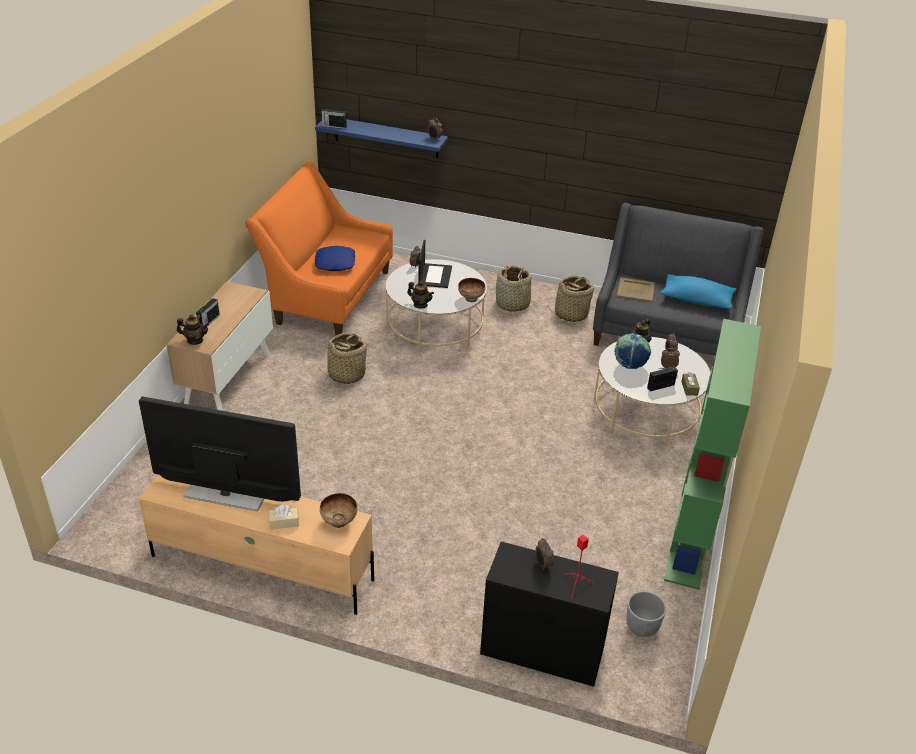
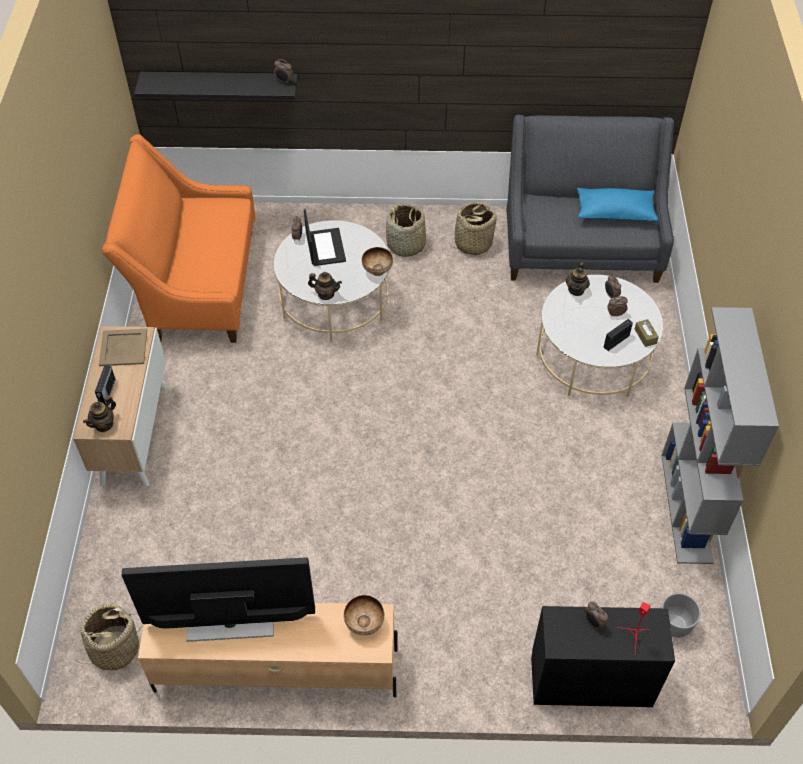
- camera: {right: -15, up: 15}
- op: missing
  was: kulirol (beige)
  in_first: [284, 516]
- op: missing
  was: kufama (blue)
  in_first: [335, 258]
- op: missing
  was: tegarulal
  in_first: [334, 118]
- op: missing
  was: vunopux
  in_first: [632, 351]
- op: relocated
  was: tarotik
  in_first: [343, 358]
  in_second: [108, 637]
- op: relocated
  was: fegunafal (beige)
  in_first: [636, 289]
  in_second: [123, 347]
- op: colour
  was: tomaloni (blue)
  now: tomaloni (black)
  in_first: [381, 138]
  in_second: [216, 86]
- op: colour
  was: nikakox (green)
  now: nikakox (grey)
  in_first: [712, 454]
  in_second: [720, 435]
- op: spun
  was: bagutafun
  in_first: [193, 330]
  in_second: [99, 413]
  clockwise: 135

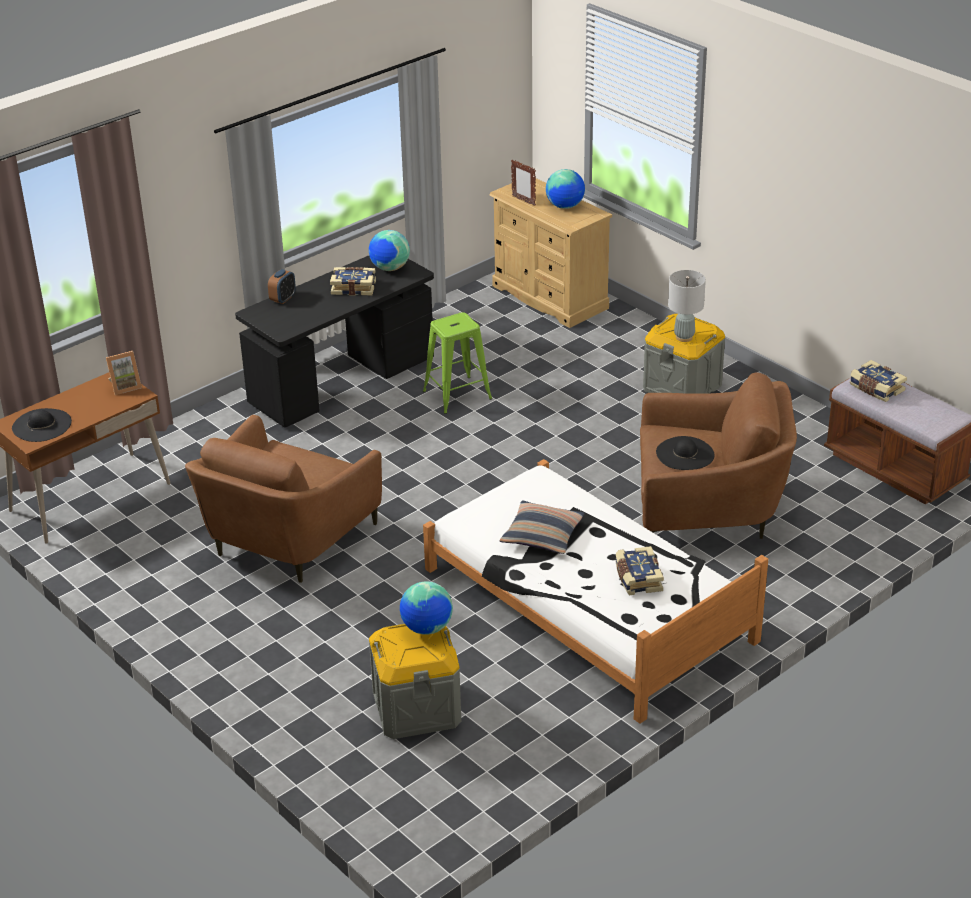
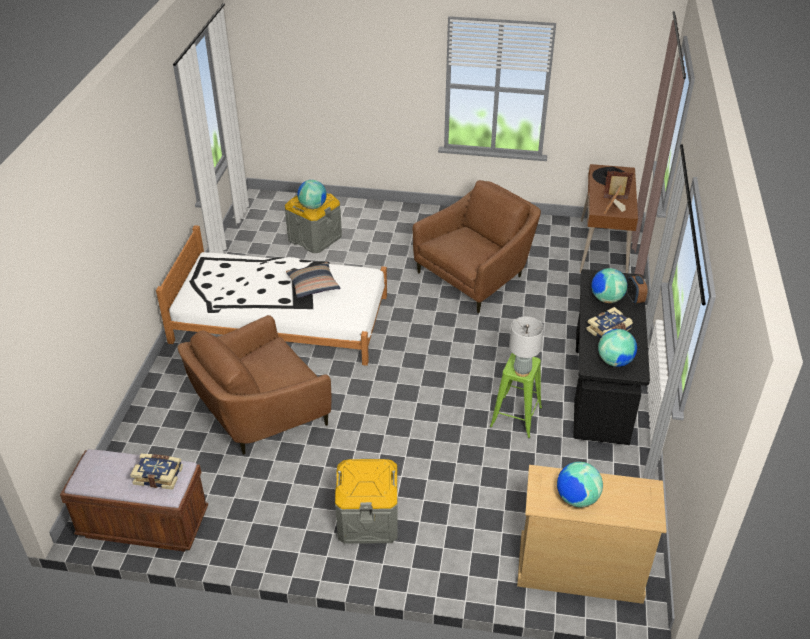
- camera: {right: 140, up: 5}
- op: missing
  was: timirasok
  in_first: [639, 570]
- op: missing
  was: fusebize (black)
  in_first: [685, 453]
- op: appeared
  now: vunopux
  in_second: [609, 285]
- op: relocated
  was: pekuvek
  in_first: [523, 183]
  in_second: [618, 185]
- op: relocated
  was: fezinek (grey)
  in_first: [687, 306]
  in_second: [526, 347]
- op: spun
  was: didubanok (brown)
  in_first: [283, 499]
  in_second: [477, 246]
  clockwise: 60

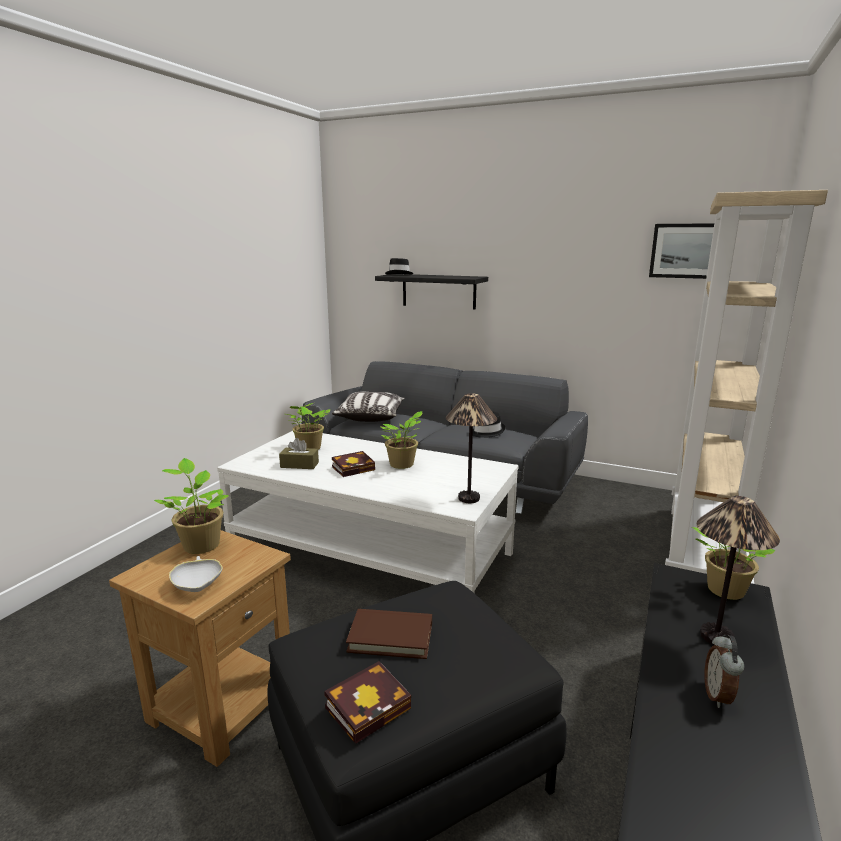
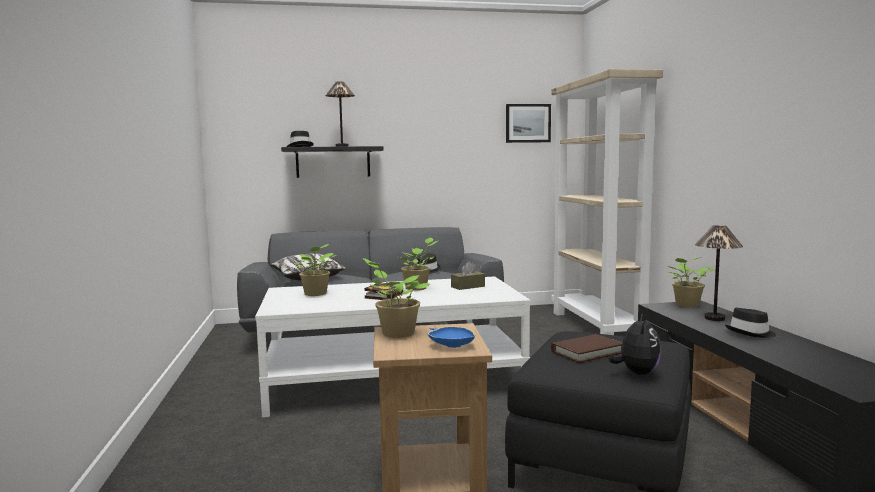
- camera: {right: -35, up: -10}
- op: relocated
  was: kulirol (brown)
  in_first: [299, 453]
  in_second: [468, 275]
- op: relocated
  was: fezinek
  in_first: [471, 448]
  in_second: [340, 114]
- op: exchanged
  was: timirasok
  now: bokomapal
  in_first: [368, 702]
  in_second: [635, 344]
- op: exchanged
  was: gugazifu
  now: fusebize (black)
  in_first: [724, 671]
  in_second: [750, 323]
- op: colour
  was: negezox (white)
  now: negezox (blue)
  in_first: [196, 574]
  in_second: [451, 337]

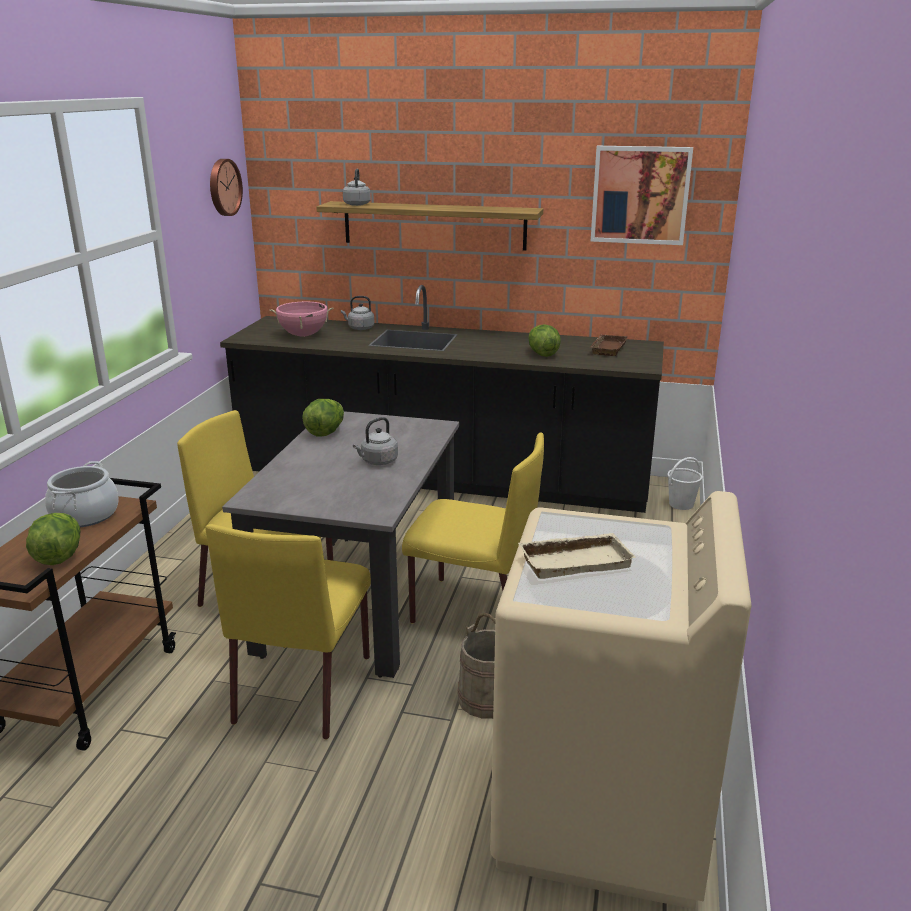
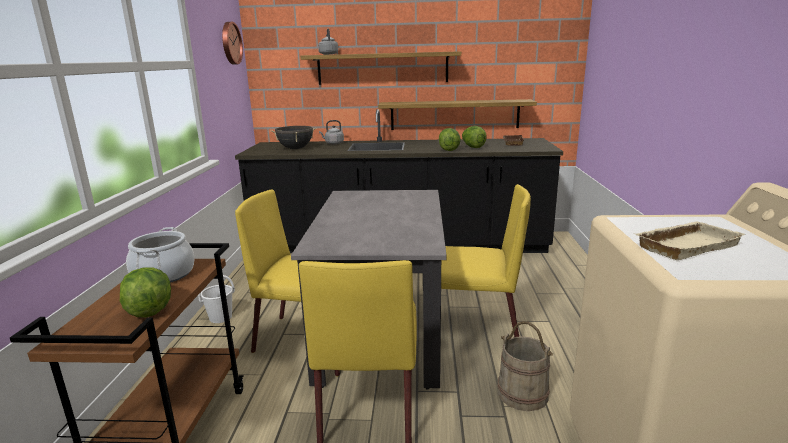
- camera: {right: -10, up: -5}
- op: missing
  was: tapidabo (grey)
  in_first: [375, 441]
- op: missing
  was: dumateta
  in_first: [642, 195]
- op: appeared
  now: tomaloni
  in_second: [457, 114]
- op: relocated
  was: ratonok
  in_first: [323, 417]
  in_second: [450, 139]
- op: relocated
  was: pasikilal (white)
  in_first: [684, 483]
  in_second: [216, 299]
- op: colour
  was: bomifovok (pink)
  now: bomifovok (black)
  in_first: [302, 318]
  in_second: [294, 137]

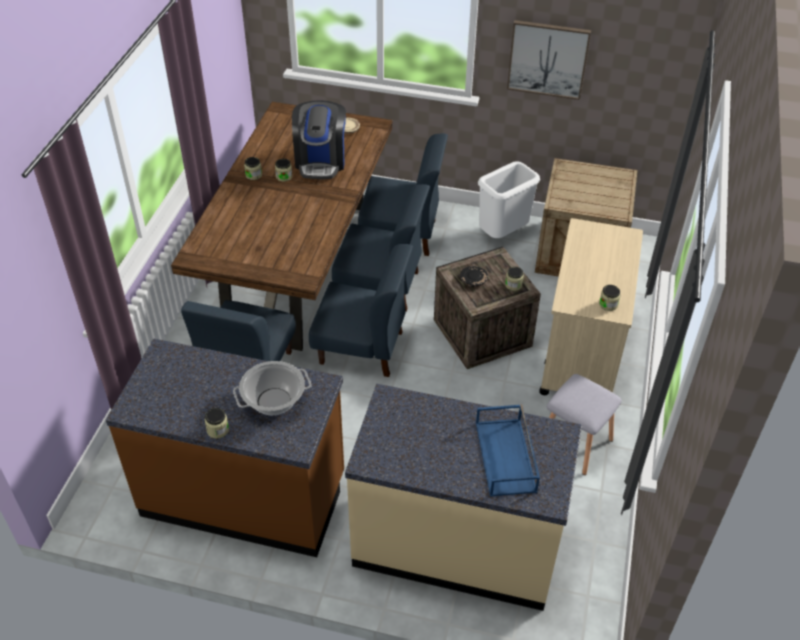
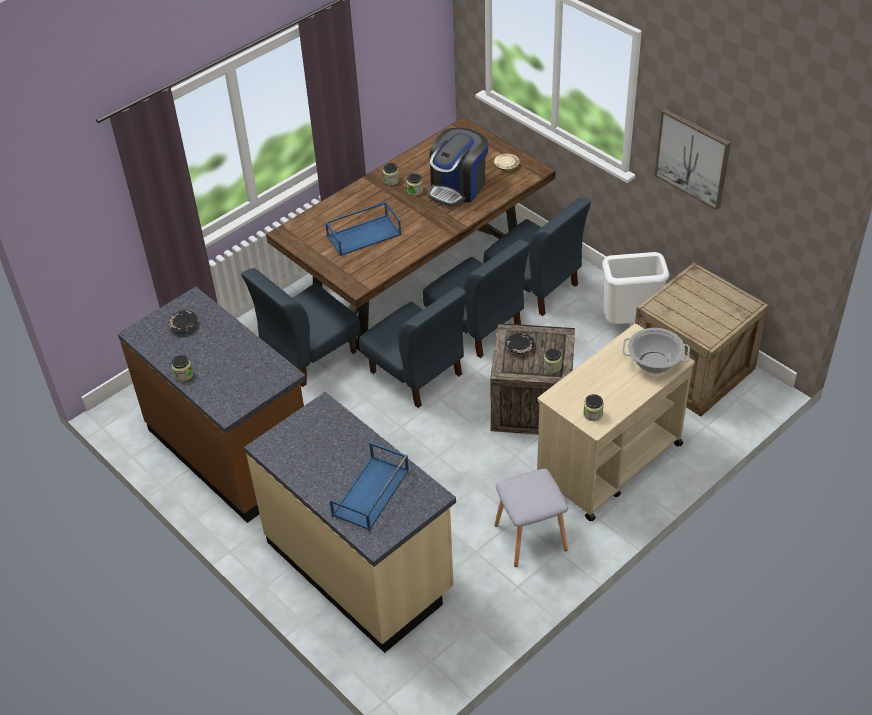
- camera: {right: 35, up: 0}
- op: appeared
  now: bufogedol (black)
  in_second: [182, 321]
- op: appeared
  now: fegunafal (blue)
  in_second: [363, 228]
- op: relocated
  was: bomifovok
  in_first: [272, 388]
  in_second: [656, 351]

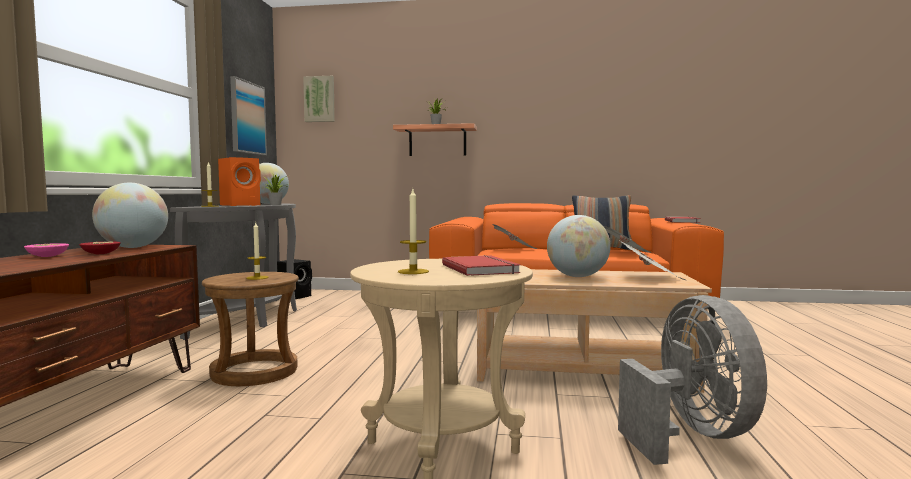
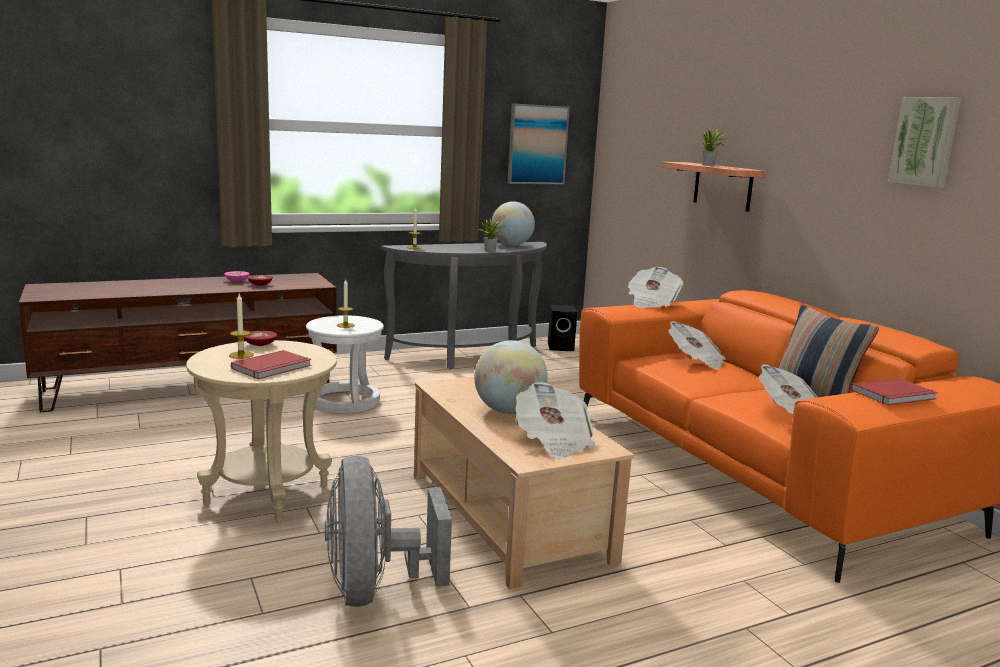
- camera: {right: 55, up: 10}
- op: missing
  was: vunopux
  in_first: [130, 215]
- op: missing
  was: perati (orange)
  in_first: [239, 181]
- op: appeared
  now: negezox (red)
  in_second: [260, 338]
- op: appeared
  now: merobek
  in_second: [656, 287]
- op: relocated
  was: dumateta
  in_first: [319, 99]
  in_second: [924, 142]
- op: colour
  was: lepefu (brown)
  now: lepefu (white)
  in_first: [250, 329]
  in_second: [345, 364]
- op: spun
  was: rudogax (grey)
  in_first: [692, 380]
  in_second: [388, 531]
  clockwise: 120

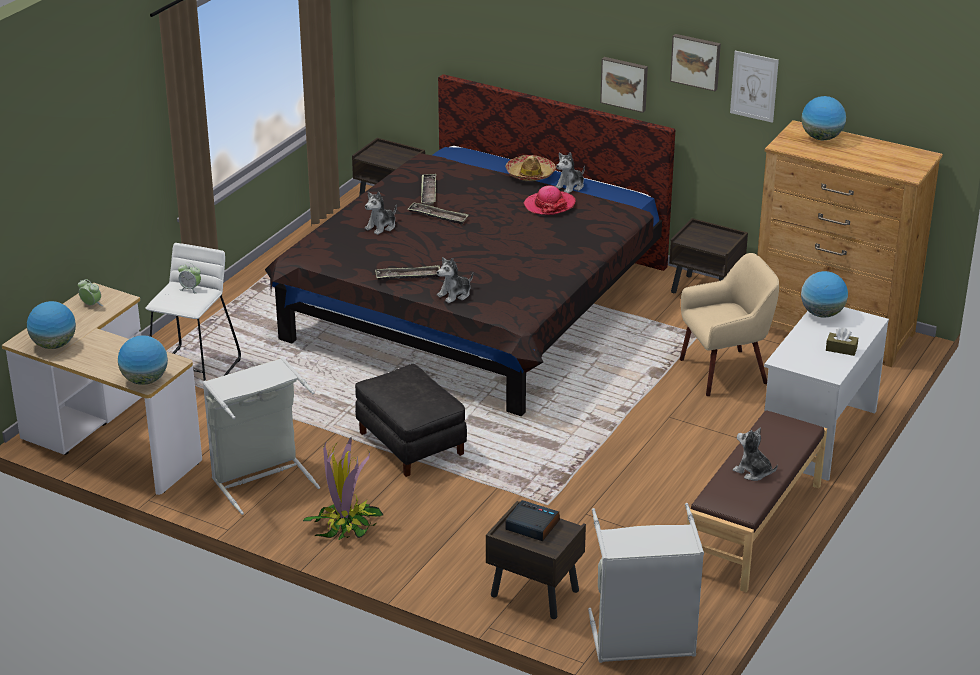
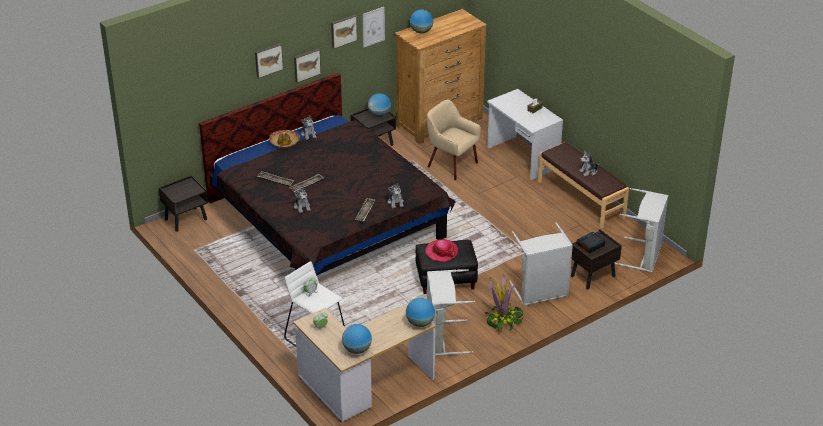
- camera: {right: -65, up: 5}
- op: appeared
  now: dumateta
  in_second: [269, 60]
- op: appeared
  now: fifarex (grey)
  in_second: [541, 264]
- op: relocated
  was: fusebize
  in_first: [550, 200]
  in_second: [441, 250]
- op: relocated
  was: vunopux
  in_first: [824, 294]
  in_second: [379, 105]
- op: spun
  was: didubanok (beige)
  in_first: [729, 324]
  in_second: [454, 140]
  clockwise: -60

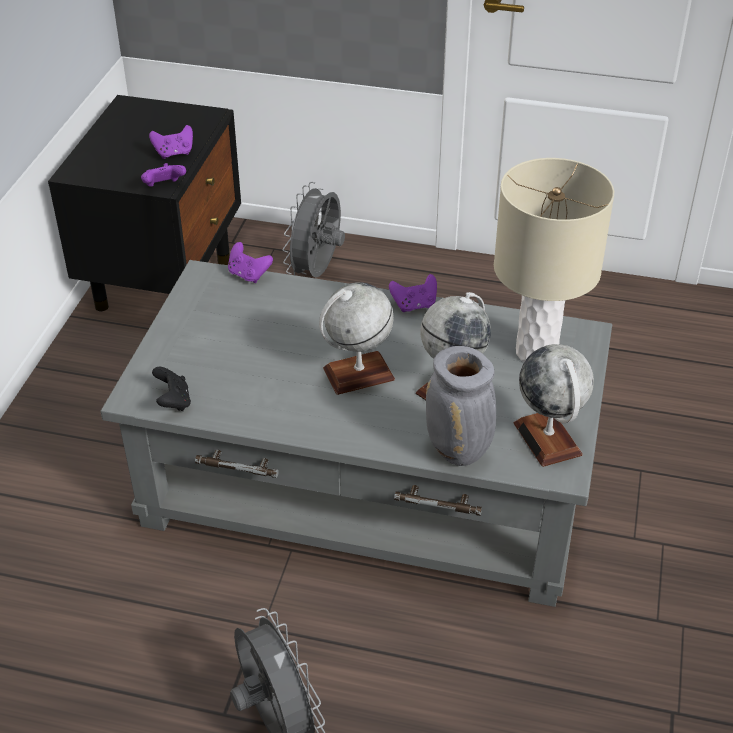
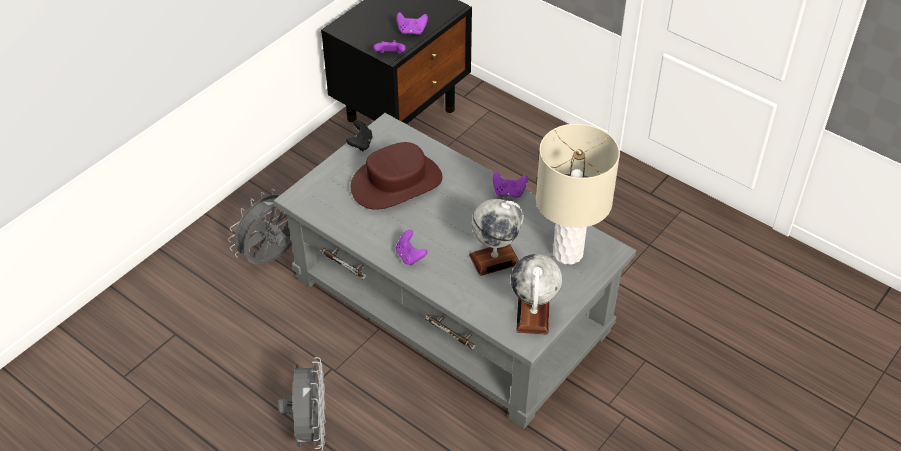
- camera: {right: 25, up: 5}
- op: missing
  was: vunopux
  in_first: [357, 339]
- op: missing
  was: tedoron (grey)
  in_first: [461, 406]
- op: appeared
  now: fusebize (brown)
  in_second: [396, 176]
- op: relocated
  was: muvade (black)
  in_first: [171, 389]
  in_second: [359, 135]
- op: relocated
  was: muvade (purple)
  in_first: [250, 262]
  in_second: [411, 248]
- op: relocated
  was: rudogax (grey)
  in_first: [314, 229]
  in_second: [260, 226]

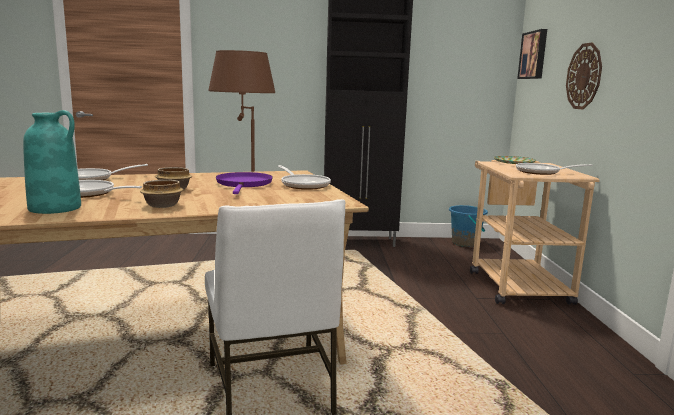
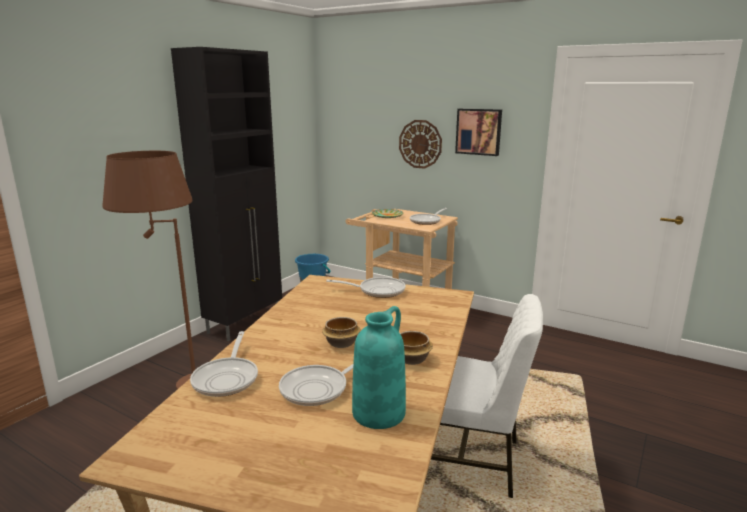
- camera: {right: -55, up: 5}
- op: missing
  was: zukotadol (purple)
  in_first: [244, 183]
- op: relocated
  was: dumateta
  in_first: [532, 54]
  in_second: [478, 132]

